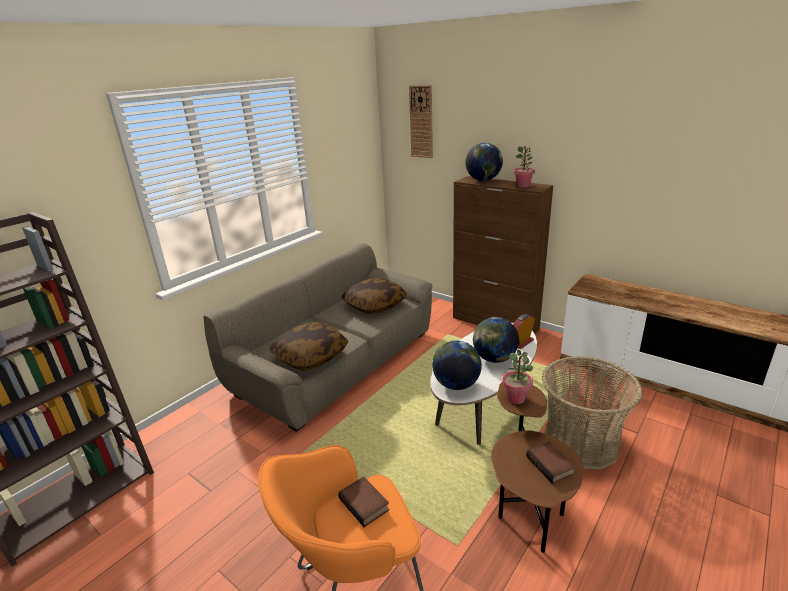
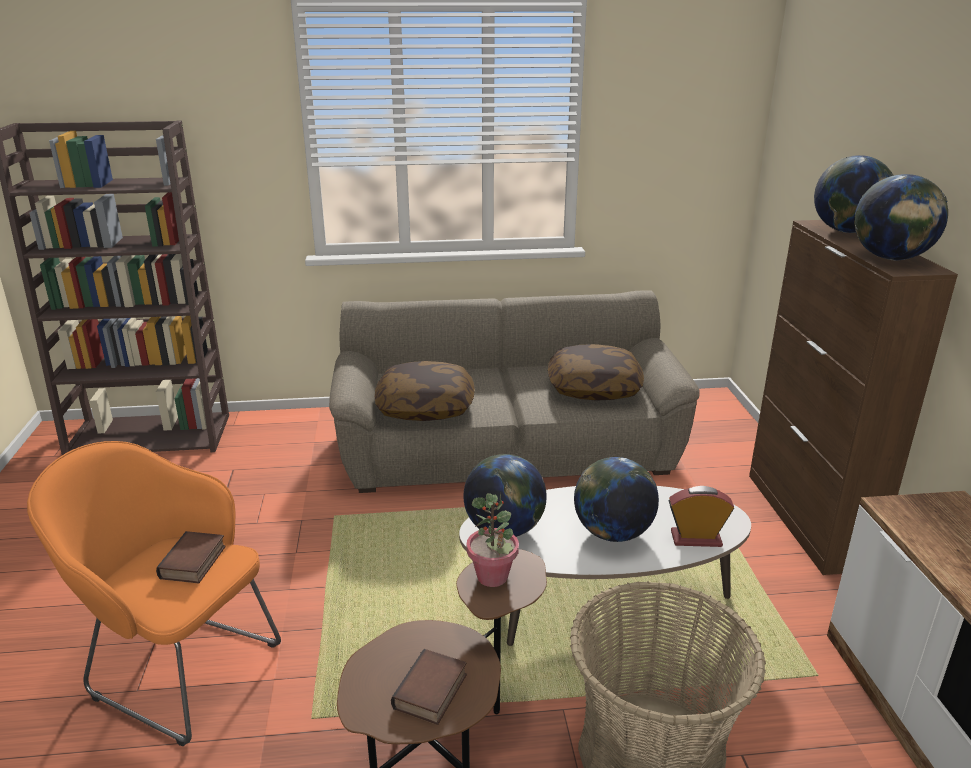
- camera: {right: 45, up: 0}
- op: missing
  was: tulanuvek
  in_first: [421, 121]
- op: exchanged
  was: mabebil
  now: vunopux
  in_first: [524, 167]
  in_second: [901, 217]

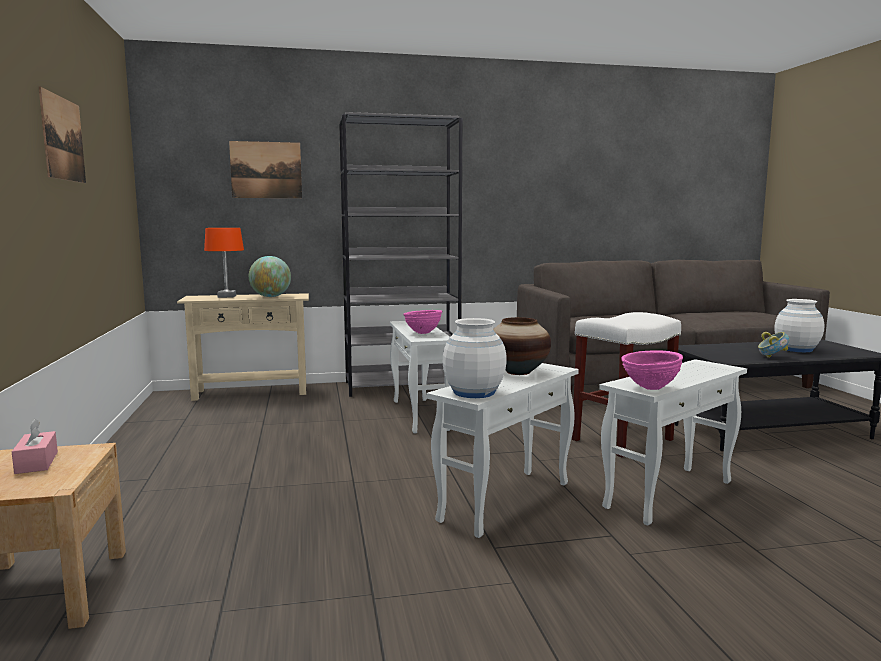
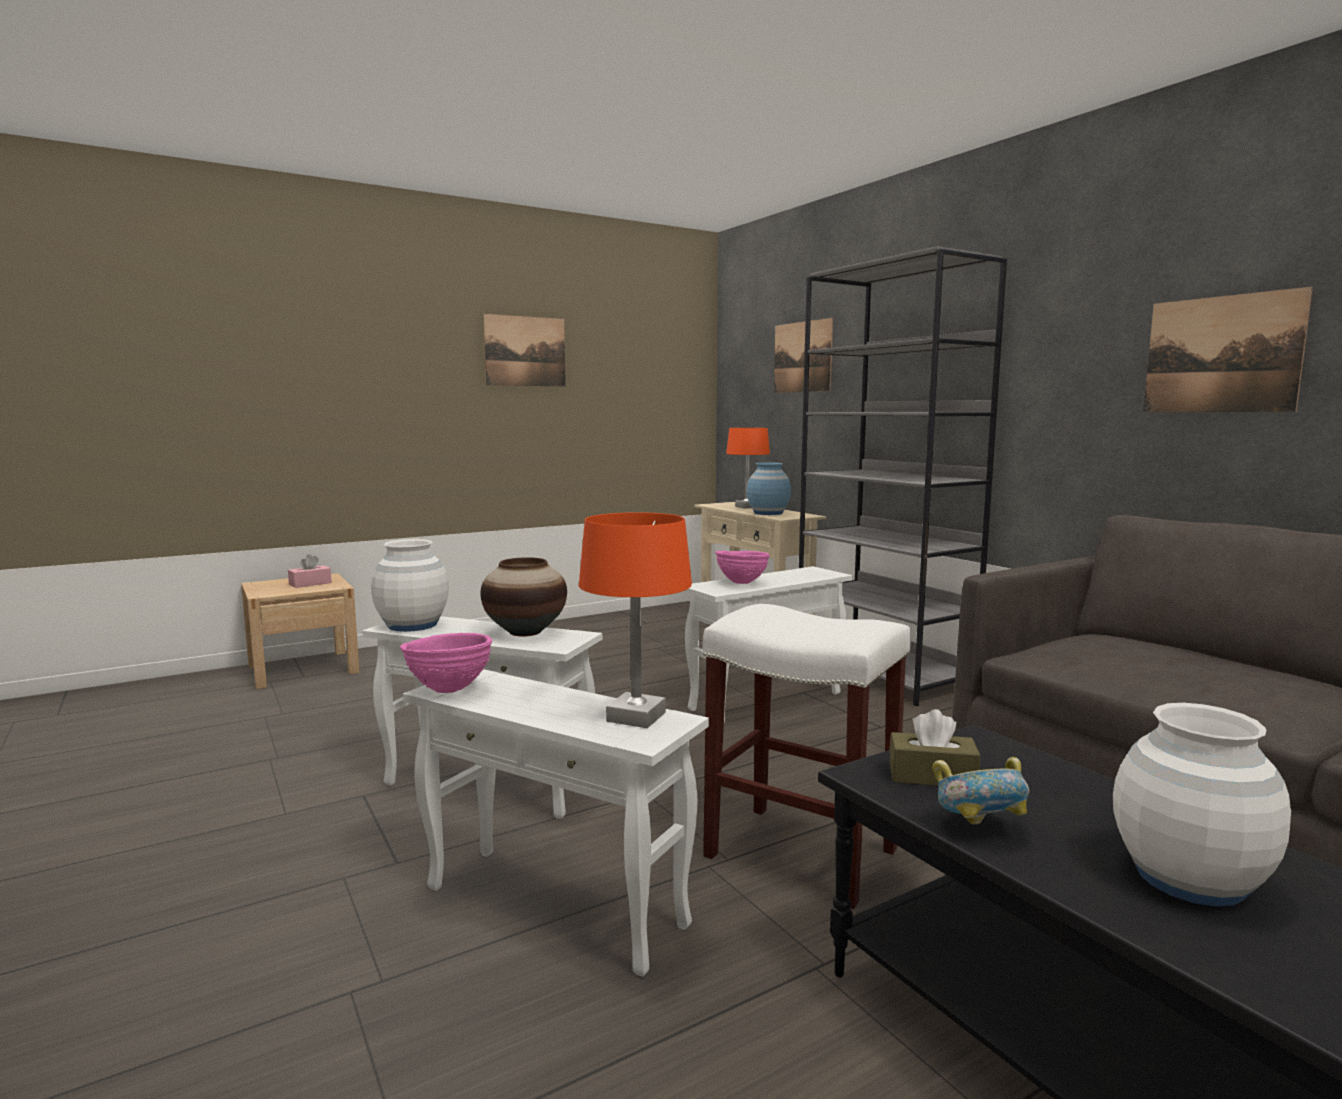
- camera: {right: 70, up: 0}
- op: appeared
  now: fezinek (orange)
  in_second: [635, 620]
- op: appeared
  now: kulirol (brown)
  in_second: [934, 747]
- op: appeared
  now: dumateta
  in_second: [1228, 349]
- op: exchanged
  was: vunopux
  now: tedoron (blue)
  in_first: [270, 276]
  in_second: [769, 488]

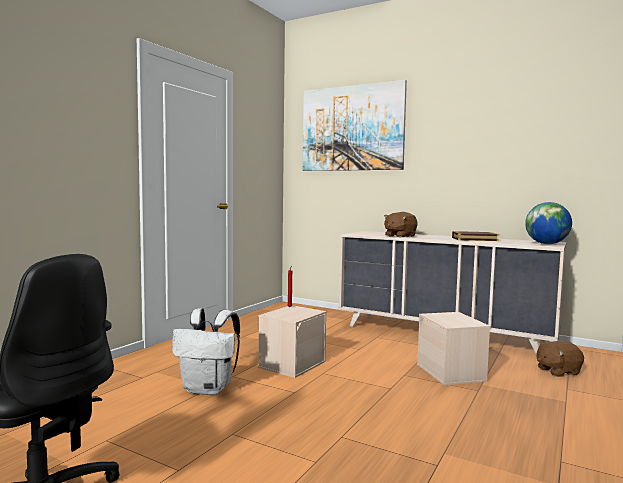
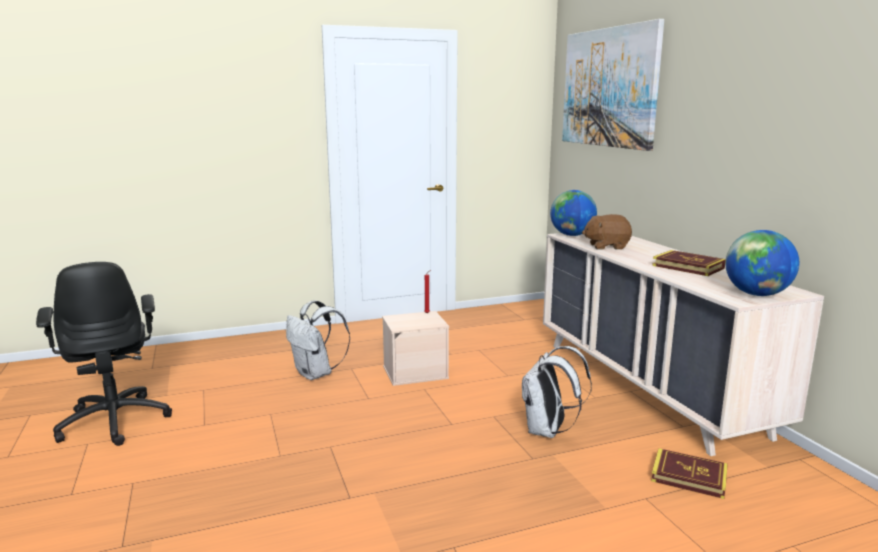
- camera: {right: 40, up: 10}
- op: appeared
  now: vunopux
  in_second: [573, 213]
- op: exchanged
  was: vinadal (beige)
  now: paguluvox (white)
  in_first: [453, 348]
  in_second: [557, 392]
- op: exchanged
  was: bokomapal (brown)
  now: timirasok
  in_first: [560, 359]
  in_second: [689, 473]

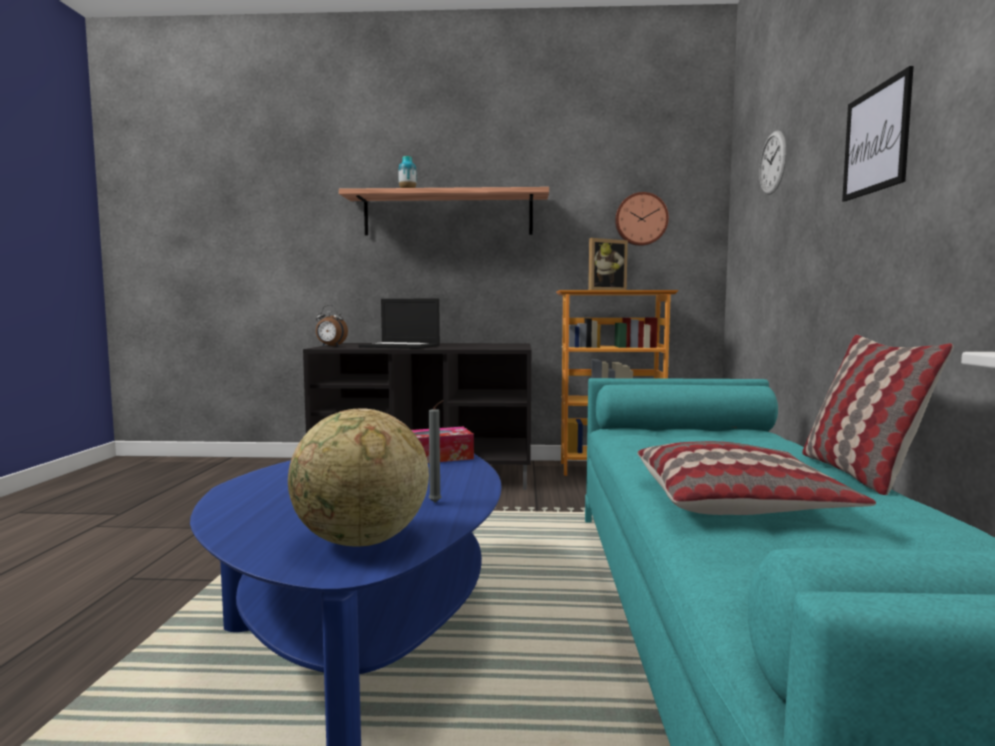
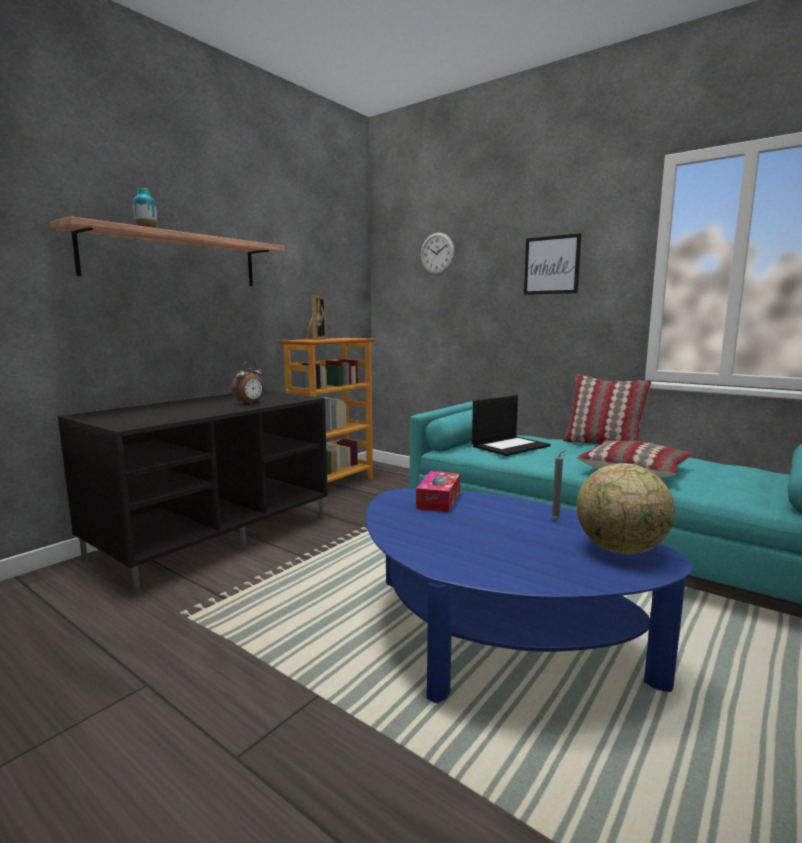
- camera: {right: -55, up: 5}
- op: missing
  was: tulanuvek
  in_first: [642, 219]
- op: relocated
  was: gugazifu
  in_first: [332, 325]
  in_second: [248, 383]
- op: relocated
  was: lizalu
  in_first: [399, 323]
  in_second: [511, 425]

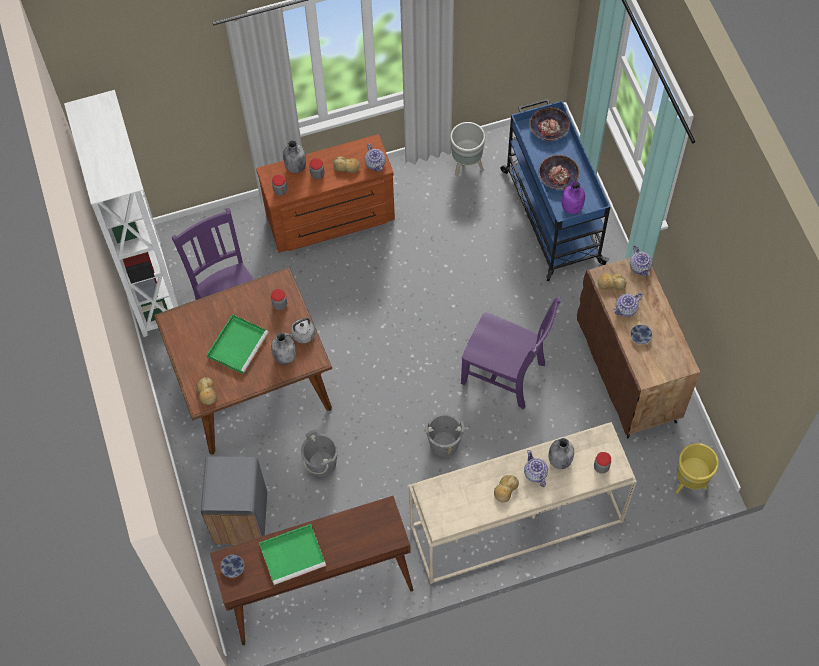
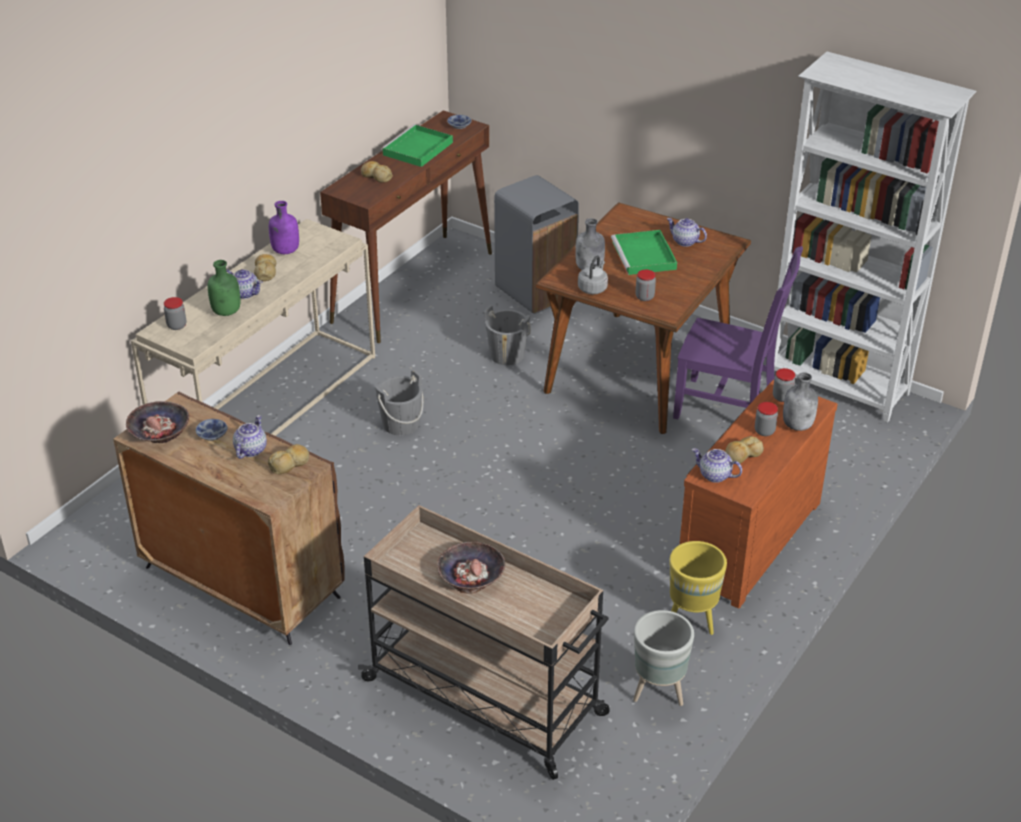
- camera: {right: 140, up: -25}
- op: missing
  was: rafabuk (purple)
  in_first: [511, 353]
- op: relocated
  was: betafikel
  in_first: [207, 391]
  in_second: [377, 172]
- op: relocated
  was: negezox
  in_first: [549, 124]
  in_second: [157, 422]
- op: relocated
  was: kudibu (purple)
  in_first: [573, 197]
  in_second: [284, 227]
- op: relocated
  was: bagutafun
  in_first: [641, 260]
  in_second: [687, 232]
- op: relocated
  was: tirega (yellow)
  in_first: [697, 468]
  in_second: [698, 588]
- op: colour
  was: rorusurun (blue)
  now: rorusurun (beige)
  in_first: [555, 190]
  in_second: [484, 642]
- op: colour
  was: kudibu (grey)
  now: kudibu (green)
  in_first: [561, 453]
  in_second: [224, 288]

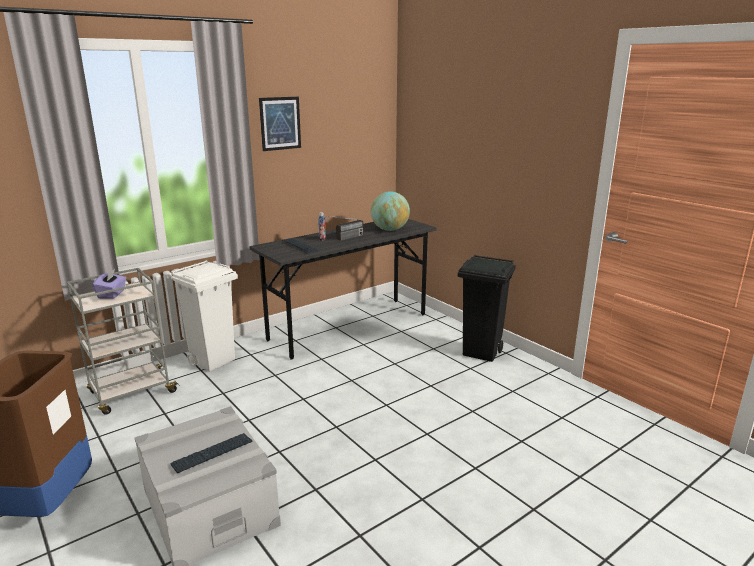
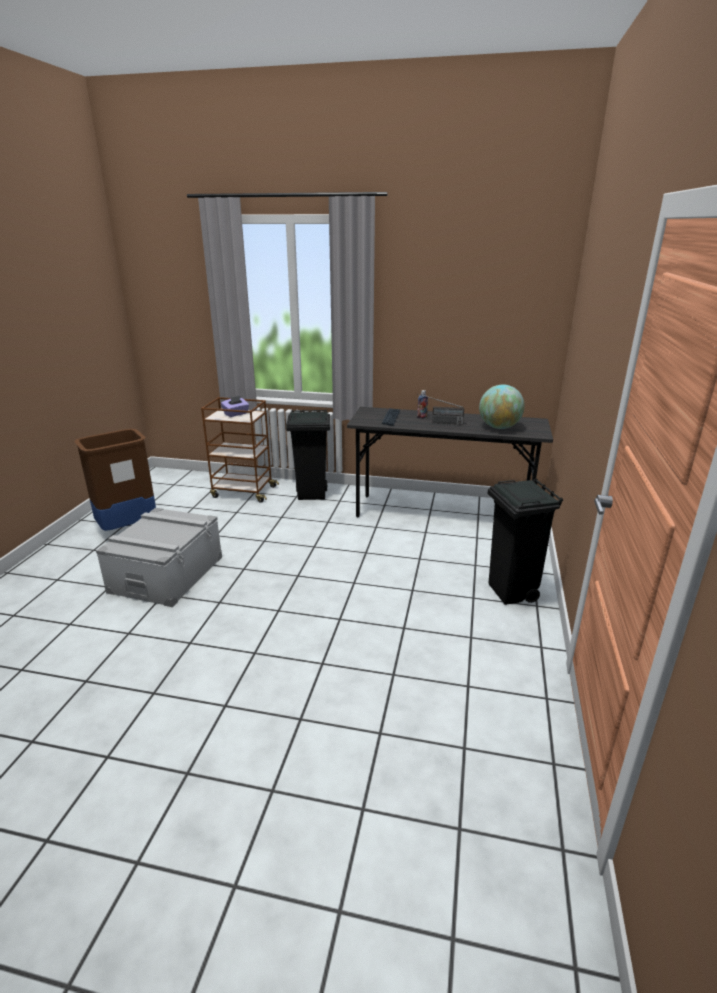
- camera: {right: 50, up: 5}
- op: missing
  was: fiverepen
  in_first: [212, 453]
- op: missing
  was: dumateta
  in_first: [280, 124]
- op: colour
  was: rorusurun (grey)
  now: rorusurun (brown)
  in_first: [123, 341]
  in_second: [240, 450]
- op: colour
  was: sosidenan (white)
  now: sosidenan (black)
  in_first: [204, 316]
  in_second: [308, 454]

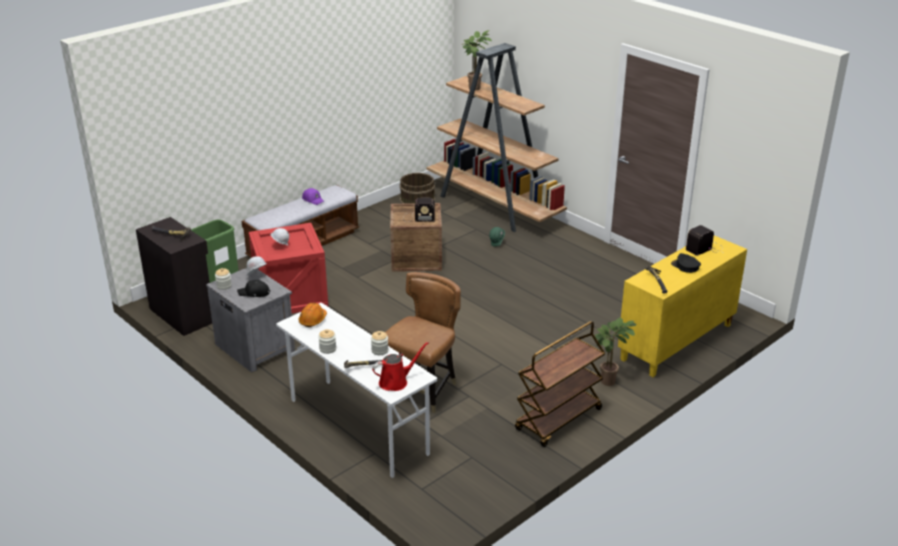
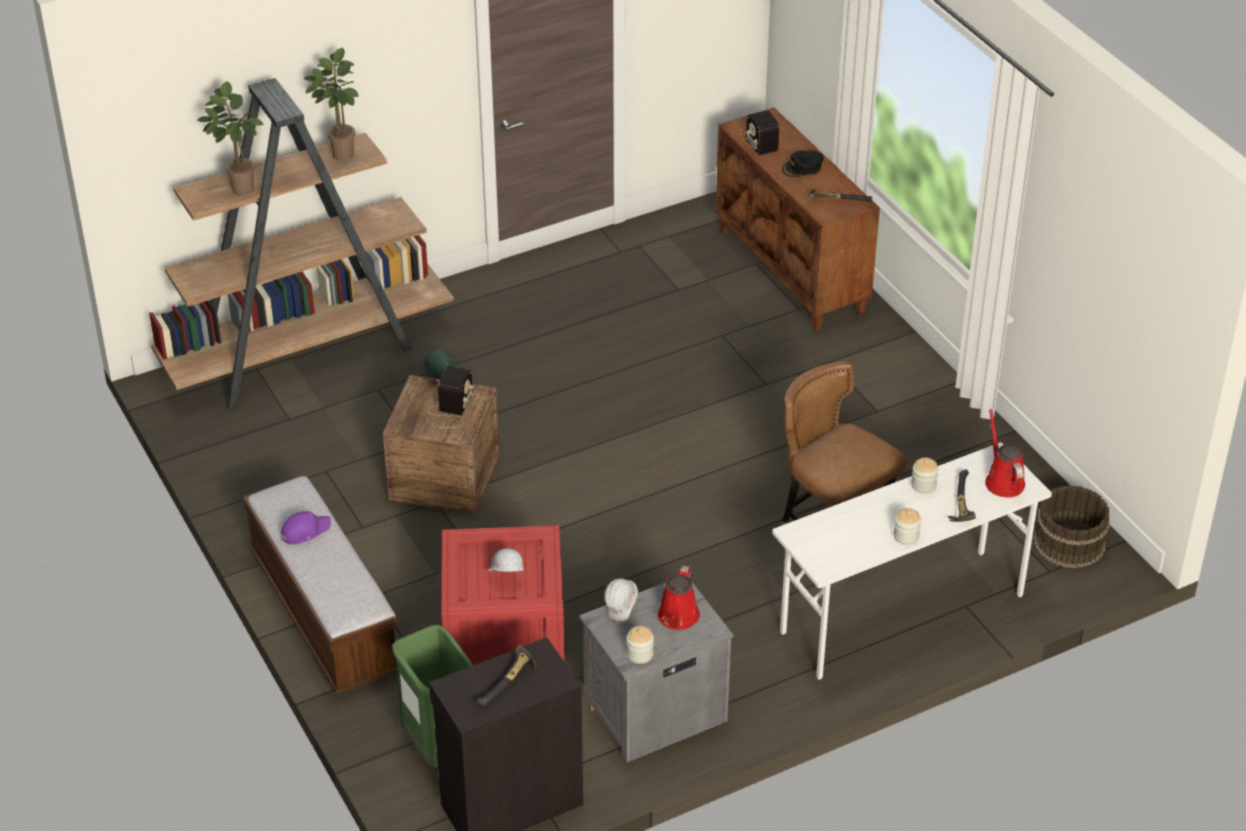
- camera: {right: -75, up: 10}
- op: missing
  was: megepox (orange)
  in_first: [312, 315]
- op: missing
  was: rorusurun (brown)
  in_first: [560, 384]
- op: relocated
  was: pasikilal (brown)
  in_first: [418, 188]
  in_second: [1072, 526]
- op: relocated
  was: mabebil
  in_first: [616, 351]
  in_second: [331, 104]
- op: exchanged
  was: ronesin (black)
  now: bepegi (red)
  in_first: [253, 288]
  in_second: [679, 597]
- op: colour
  was: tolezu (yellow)
  now: tolezu (brown)
  in_first: [682, 306]
  in_second: [798, 219]

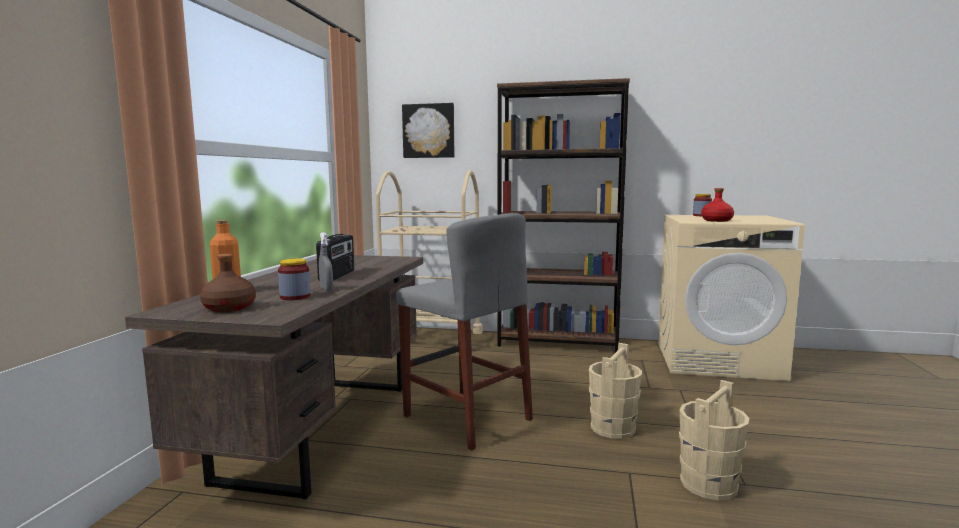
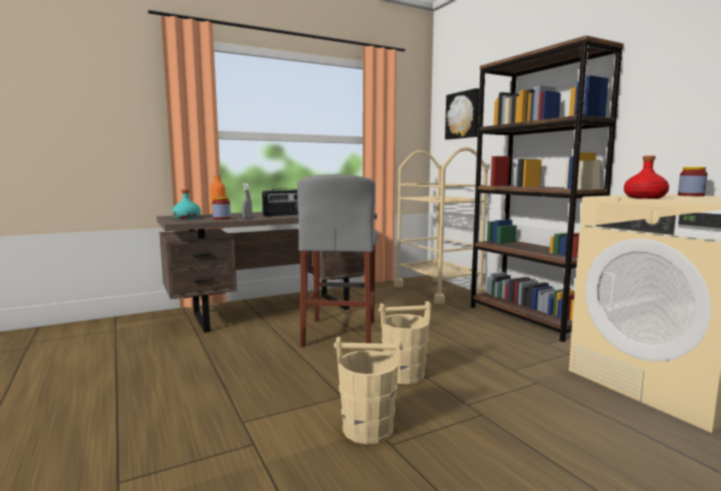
- camera: {right: 50, up: 0}
- op: colour
  was: kudibu (brown)
  now: kudibu (turquoise)
  in_first: [228, 282]
  in_second: [186, 204]

